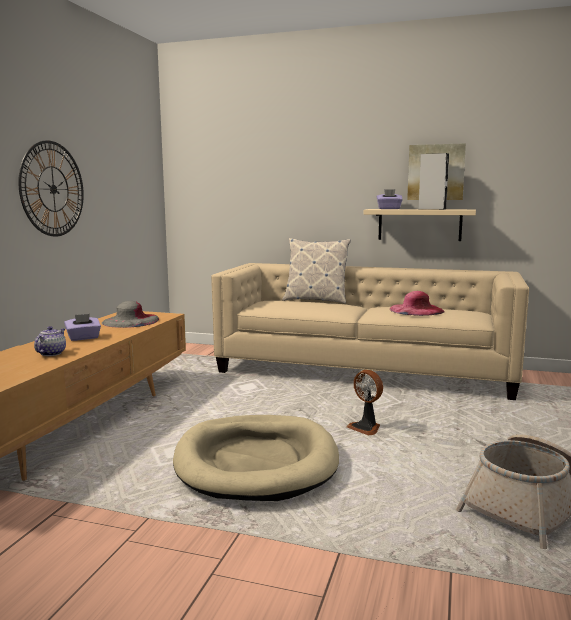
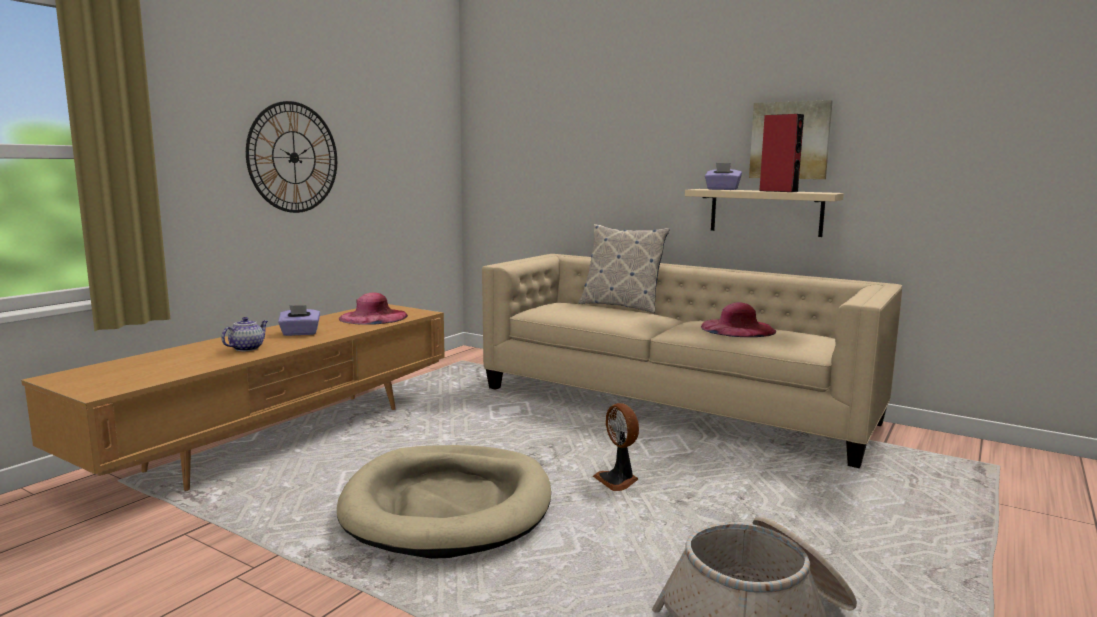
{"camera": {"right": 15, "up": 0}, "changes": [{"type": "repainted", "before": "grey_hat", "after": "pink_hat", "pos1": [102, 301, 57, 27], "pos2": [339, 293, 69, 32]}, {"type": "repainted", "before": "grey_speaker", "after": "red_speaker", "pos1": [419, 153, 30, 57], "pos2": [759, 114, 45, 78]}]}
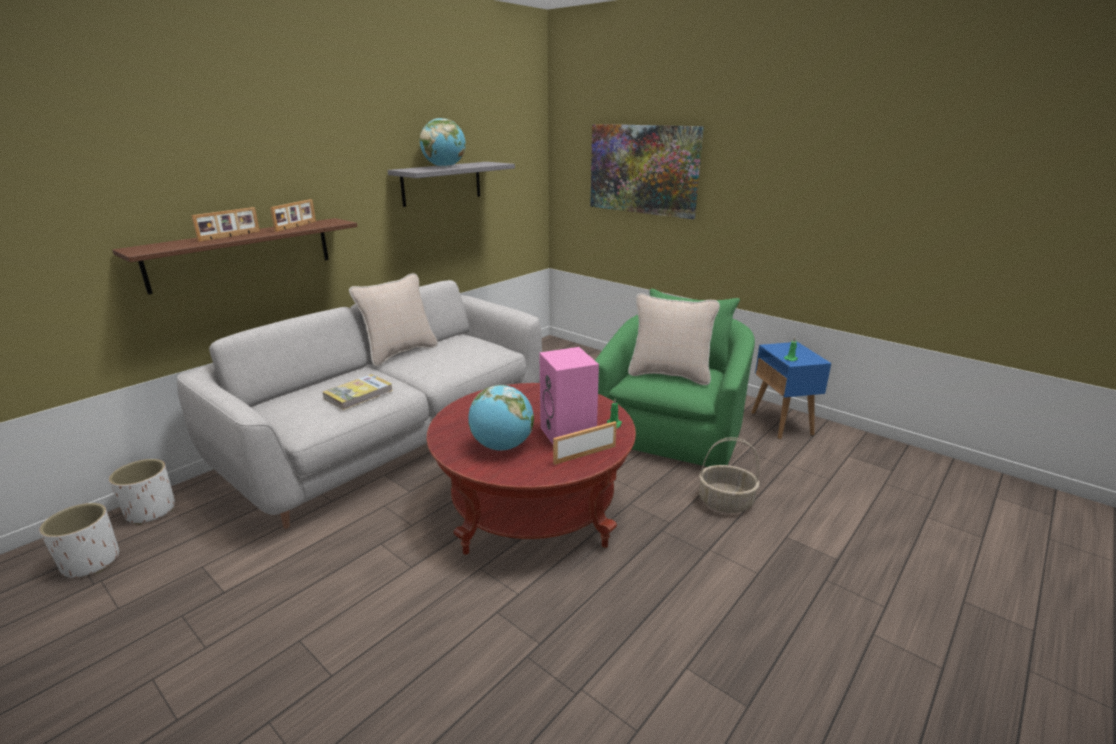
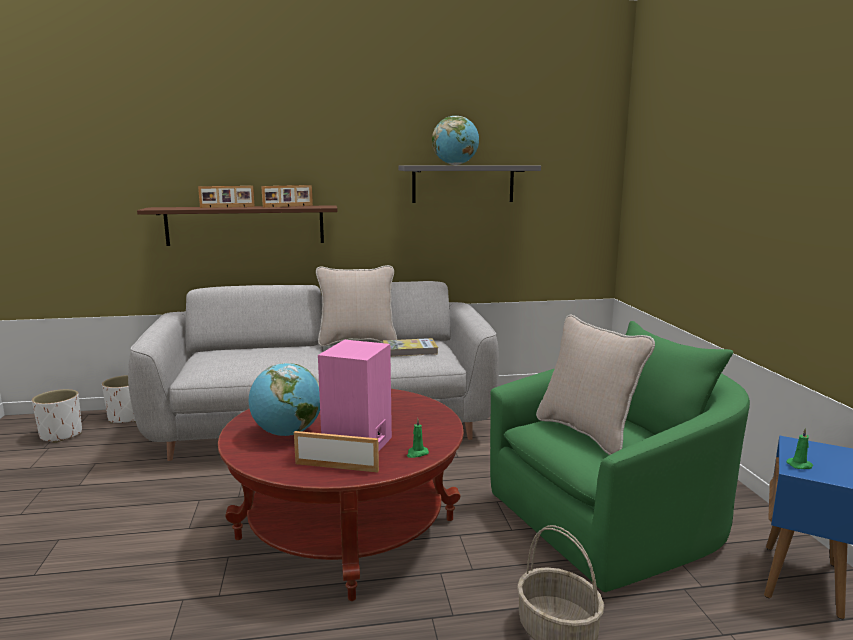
{"camera": {"right": 40, "up": -10}, "changes": [{"type": "gone", "before": "picture", "pos1": [590, 124, 114, 95]}, {"type": "shifted", "before": "book", "pos1": [323, 374, 70, 36], "pos2": [383, 338, 55, 19]}]}
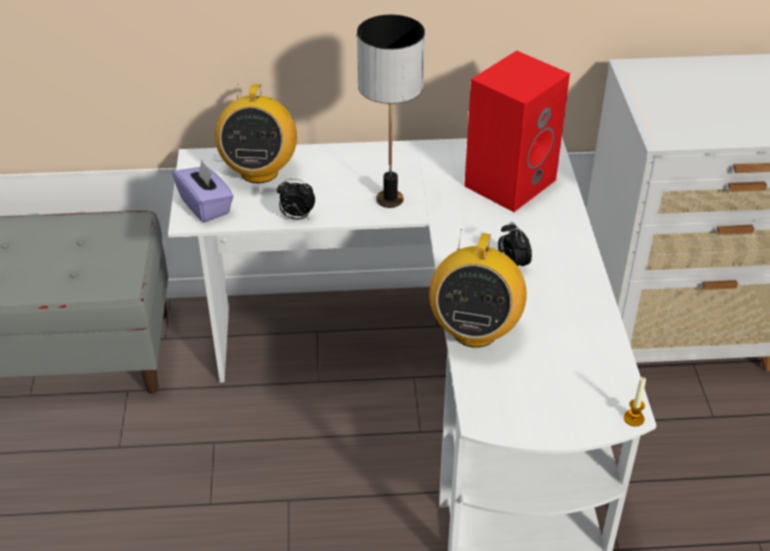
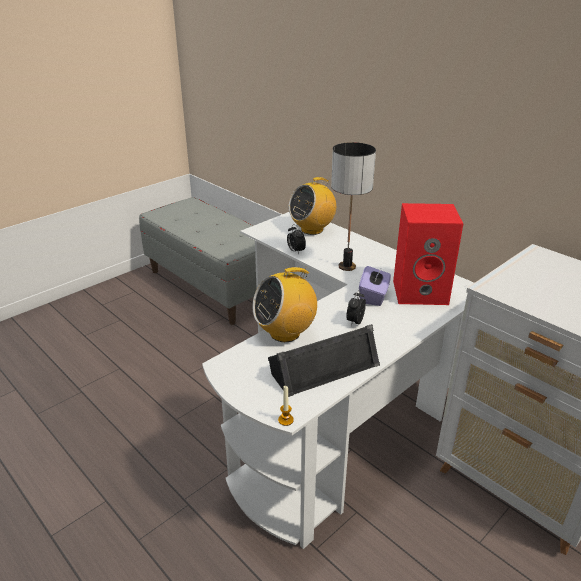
{"camera": {"right": 50, "up": -10}, "changes": [{"type": "new", "after": "black_speaker", "pos2": [268, 324, 112, 73]}, {"type": "shifted", "before": "purple_tissue_box", "pos1": [173, 160, 61, 63], "pos2": [359, 266, 32, 40]}]}
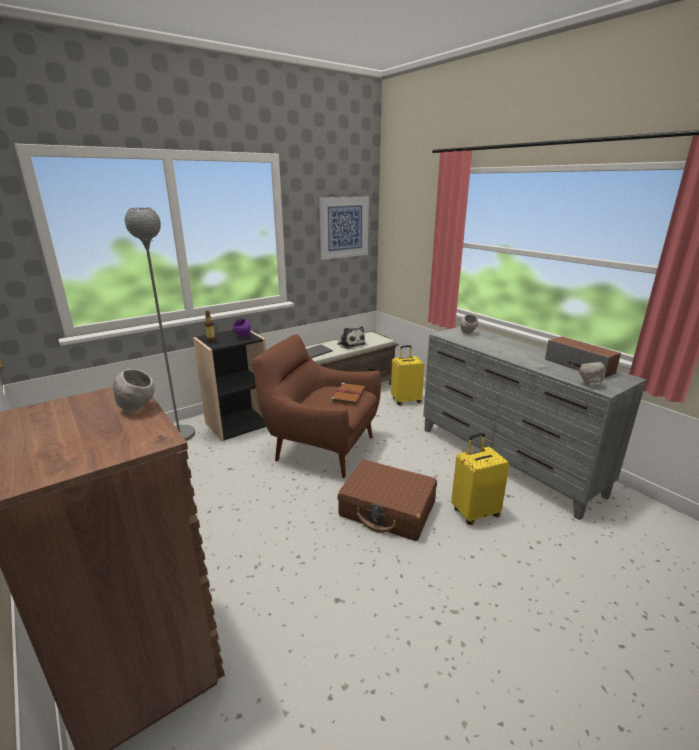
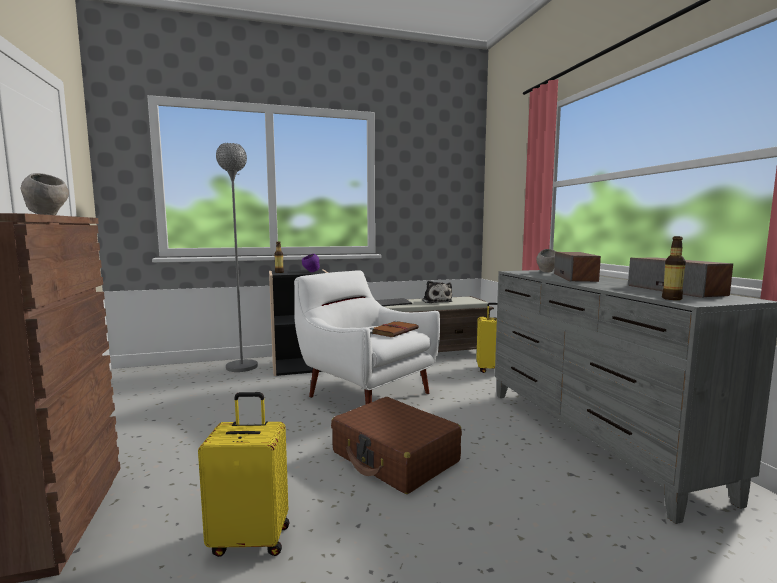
{"camera": {"right": 20, "up": -15}, "changes": [{"type": "gone", "before": "picture", "pos1": [319, 197, 50, 63]}, {"type": "new", "after": "speaker", "pos2": [554, 252, 47, 30]}, {"type": "shifted", "before": "yellow_suitcase", "pos1": [451, 433, 59, 92], "pos2": [198, 392, 91, 165]}, {"type": "swapped", "before": "grey_bowl", "after": "bottle", "pos1": [579, 362, 27, 23], "pos2": [662, 236, 24, 64]}, {"type": "repainted", "before": "brown_armchair", "after": "white_armchair", "pos1": [252, 334, 129, 144], "pos2": [294, 270, 146, 134]}]}
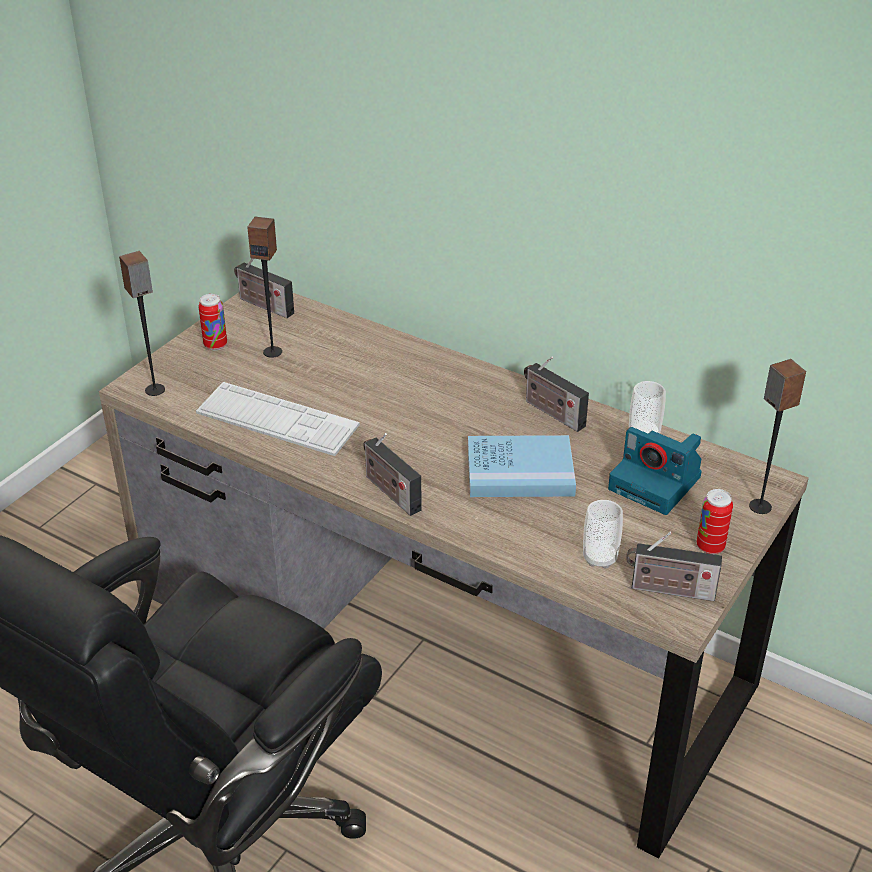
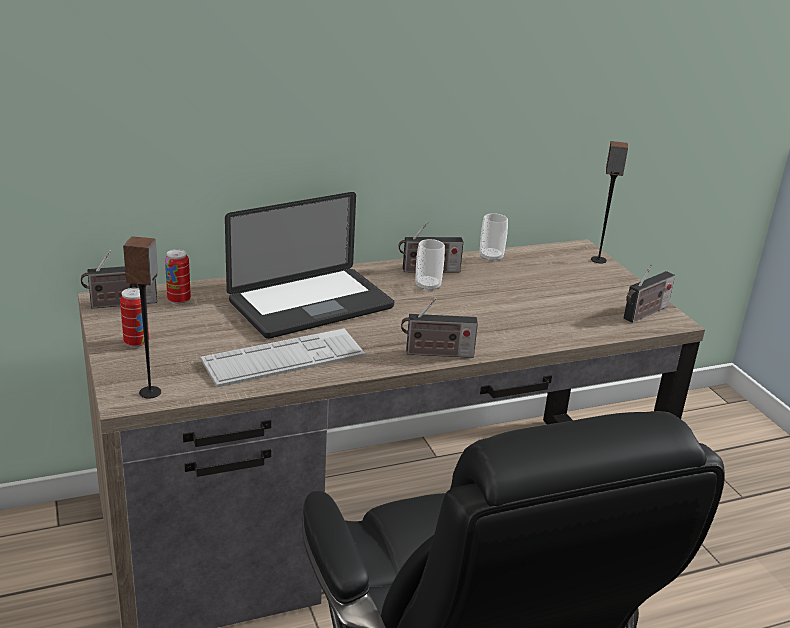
{"camera": {"right": -55, "up": -10}, "changes": [{"type": "gone", "before": "speaker", "pos1": [247, 217, 35, 141]}, {"type": "gone", "before": "blue_book", "pos1": [468, 435, 108, 62]}, {"type": "gone", "before": "photo_camera", "pos1": [608, 427, 94, 88]}, {"type": "new", "after": "laptop", "pos2": [225, 192, 169, 147]}, {"type": "shifted", "before": "cup", "pos1": [583, 500, 40, 69], "pos2": [416, 239, 29, 53]}, {"type": "shifted", "before": "can", "pos1": [697, 489, 36, 65], "pos2": [165, 249, 26, 56]}]}
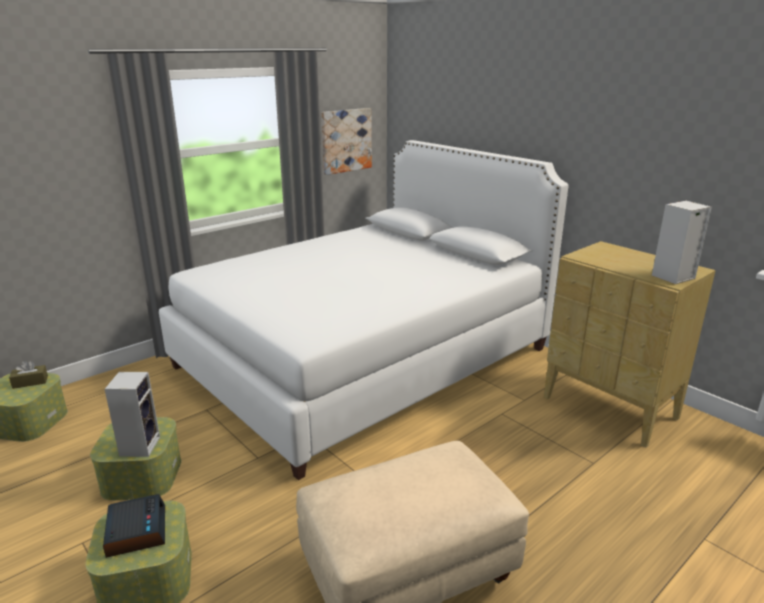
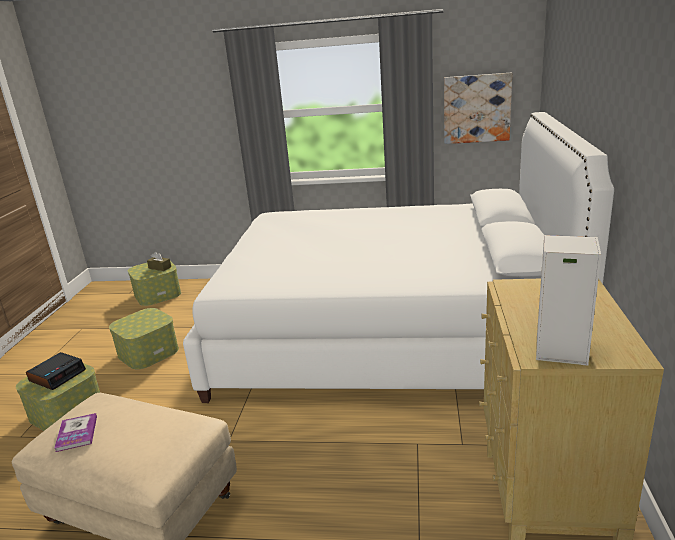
{"camera": {"right": 50, "up": 0}, "changes": [{"type": "gone", "before": "speaker", "pos1": [105, 372, 55, 85]}, {"type": "new", "after": "book", "pos2": [54, 413, 43, 39]}]}
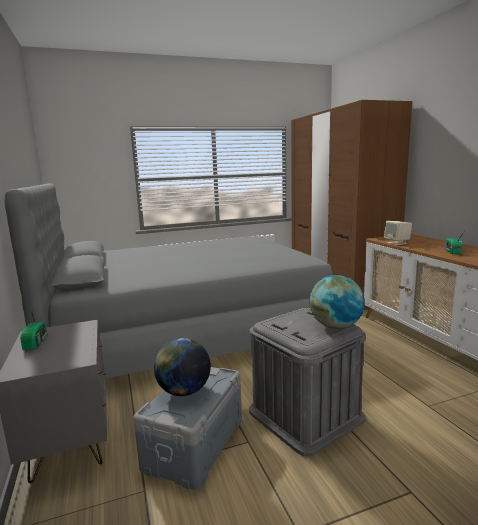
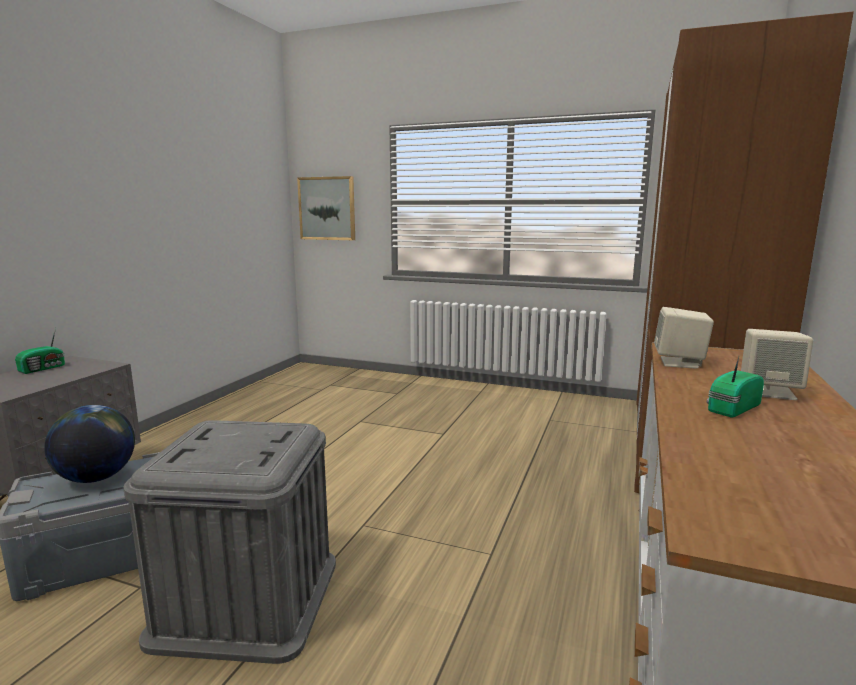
{"camera": {"right": 40, "up": 0}, "changes": [{"type": "gone", "before": "grey_bed", "pos1": [4, 183, 329, 196]}, {"type": "gone", "before": "globe", "pos1": [309, 275, 56, 54]}, {"type": "new", "after": "picture", "pos2": [297, 176, 58, 64]}, {"type": "new", "after": "beige_speaker", "pos2": [741, 329, 72, 71]}]}
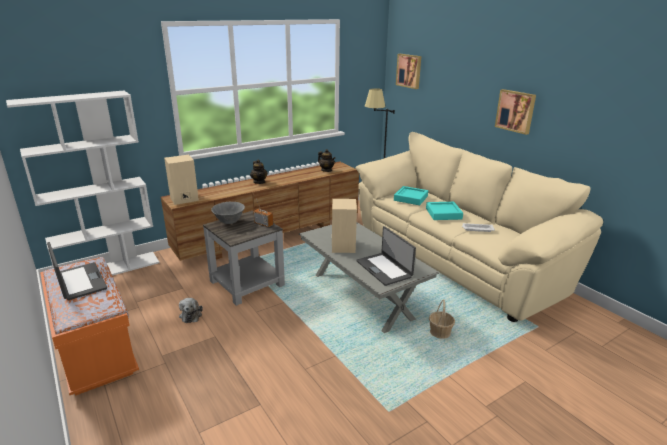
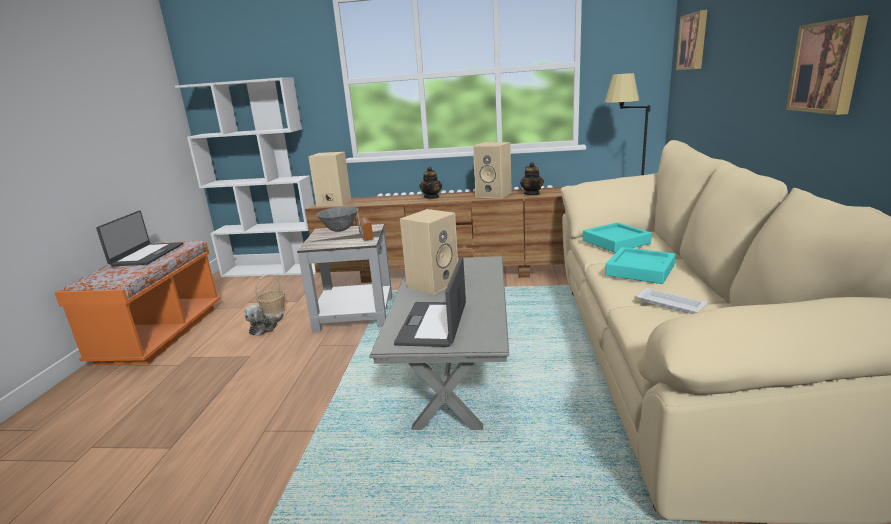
{"camera": {"right": 40, "up": -5}, "changes": [{"type": "new", "after": "beige_speaker", "pos2": [473, 142, 39, 57]}, {"type": "shifted", "before": "basket", "pos1": [429, 299, 26, 40], "pos2": [255, 274, 30, 42]}]}
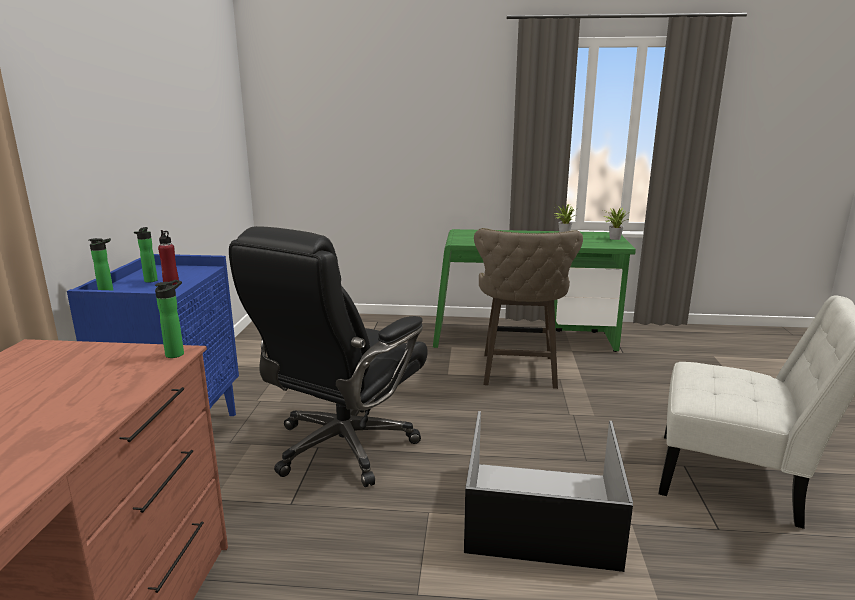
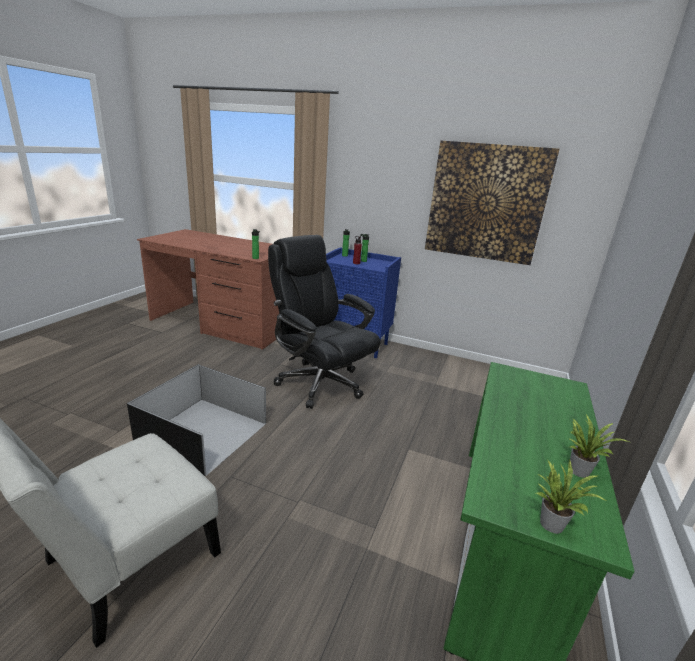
{"camera": {"right": 105, "up": 5}, "changes": [{"type": "gone", "before": "beige_stool", "pos1": [474, 228, 109, 161]}, {"type": "new", "after": "picture", "pos2": [425, 141, 134, 124]}]}
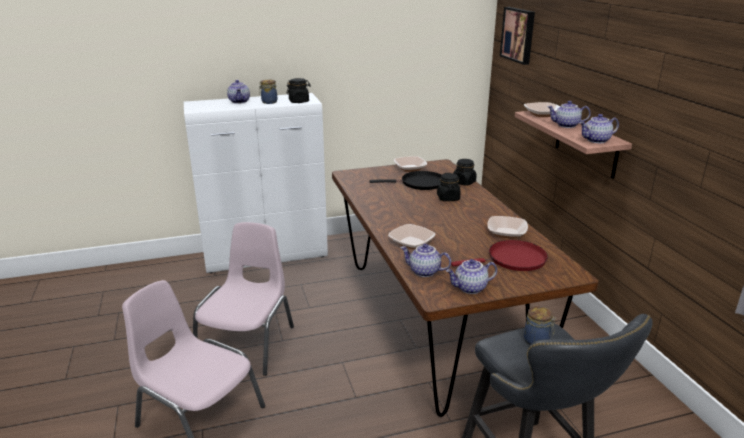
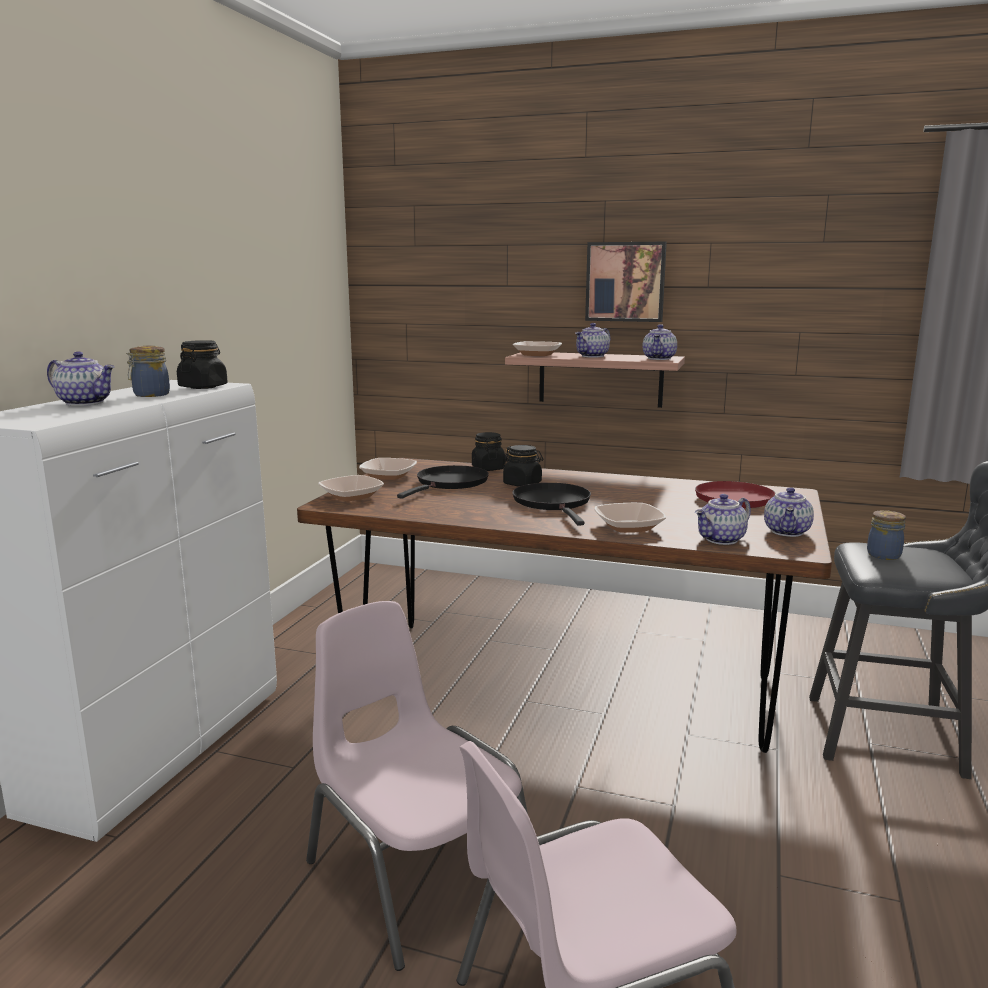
{"camera": {"right": -55, "up": -10}, "changes": [{"type": "new", "after": "black_frying_pan", "pos2": [512, 483, 79, 43]}, {"type": "shifted", "before": "bowl", "pos1": [487, 216, 41, 22], "pos2": [318, 475, 66, 26]}, {"type": "shifted", "before": "picture", "pos1": [500, 7, 35, 58], "pos2": [585, 242, 82, 80]}]}
